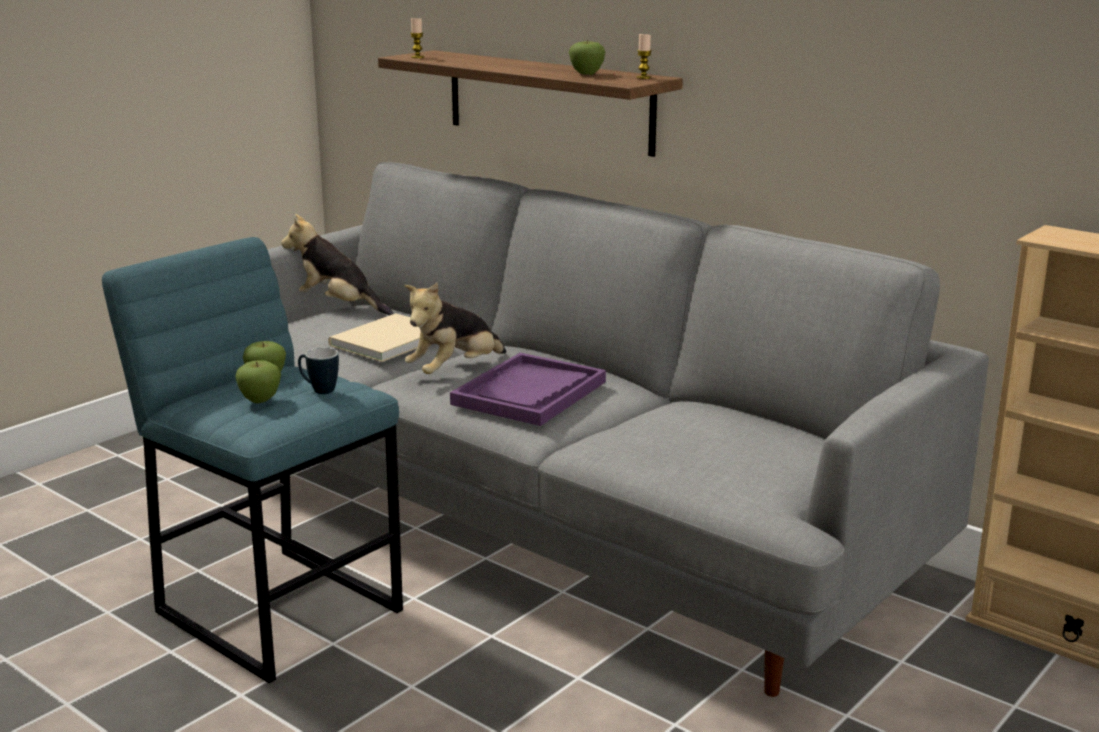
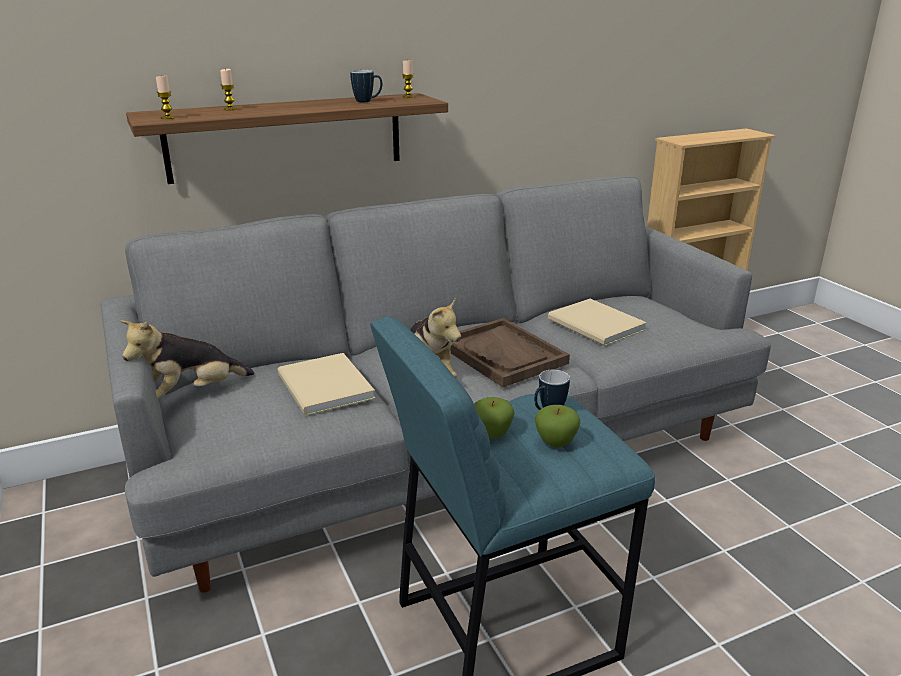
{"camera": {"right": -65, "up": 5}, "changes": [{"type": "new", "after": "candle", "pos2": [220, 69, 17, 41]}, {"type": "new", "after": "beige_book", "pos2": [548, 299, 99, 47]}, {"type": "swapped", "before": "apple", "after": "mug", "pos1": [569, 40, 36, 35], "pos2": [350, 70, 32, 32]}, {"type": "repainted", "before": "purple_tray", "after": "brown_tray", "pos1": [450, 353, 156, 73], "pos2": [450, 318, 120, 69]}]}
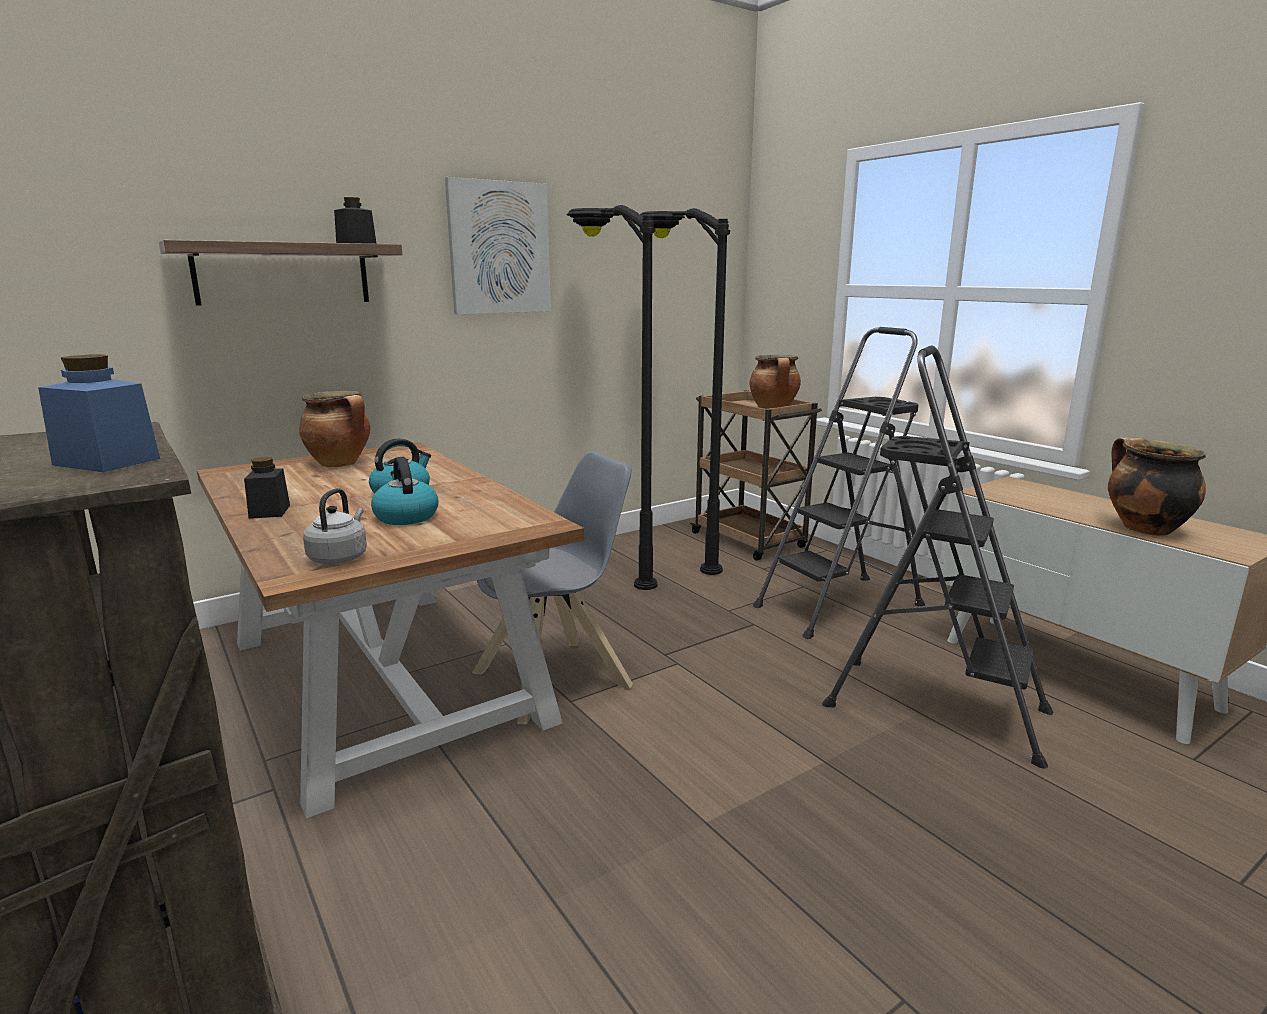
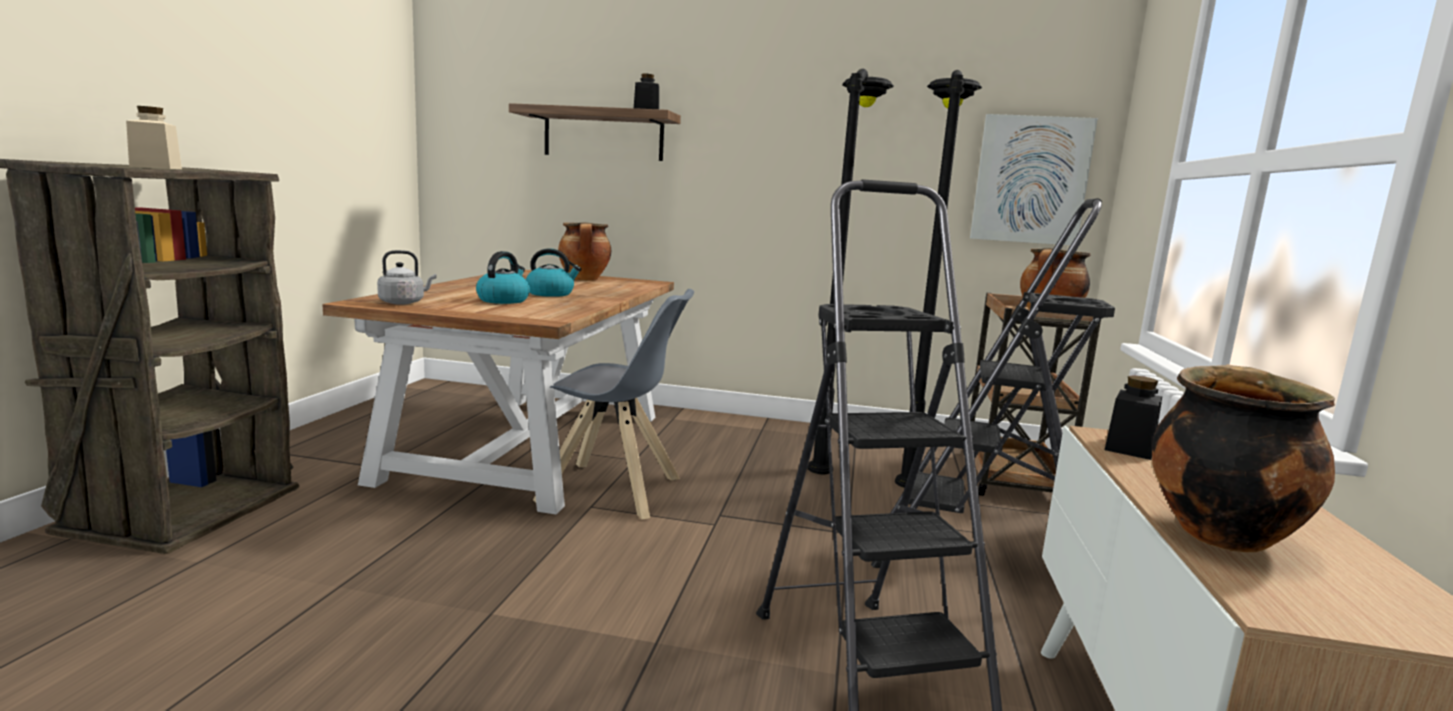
{"camera": {"right": 45, "up": -5}, "changes": [{"type": "shifted", "before": "black_jar", "pos1": [244, 457, 46, 62], "pos2": [1105, 375, 57, 85]}, {"type": "shifted", "before": "picture", "pos1": [445, 177, 106, 137], "pos2": [970, 114, 128, 131]}, {"type": "repainted", "before": "blue_jar", "after": "beige_jar", "pos1": [38, 355, 122, 117], "pos2": [126, 106, 56, 63]}]}
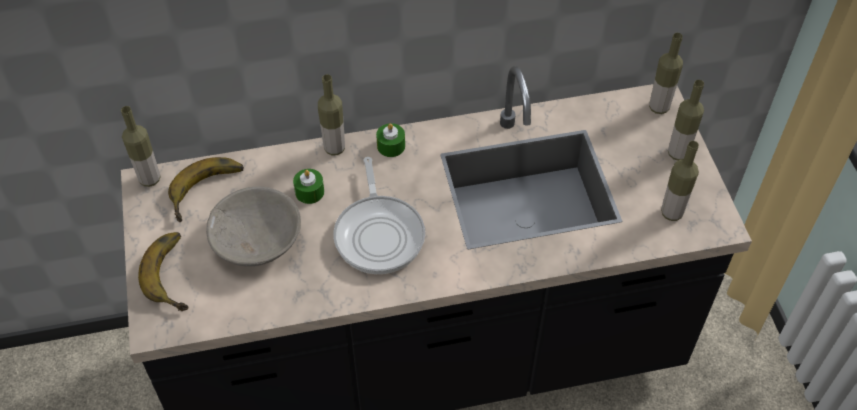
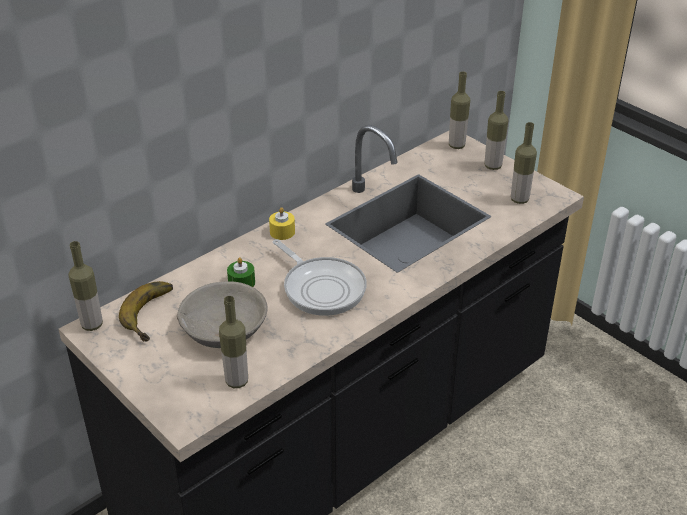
{"camera": {"right": -30, "up": -15}, "changes": [{"type": "gone", "before": "banana", "pos1": [138, 232, 50, 79]}, {"type": "shifted", "before": "bottle", "pos1": [318, 74, 27, 81], "pos2": [219, 296, 29, 92]}, {"type": "repainted", "before": "green_candle", "after": "yellow_candle", "pos1": [376, 123, 29, 34], "pos2": [269, 207, 26, 33]}]}
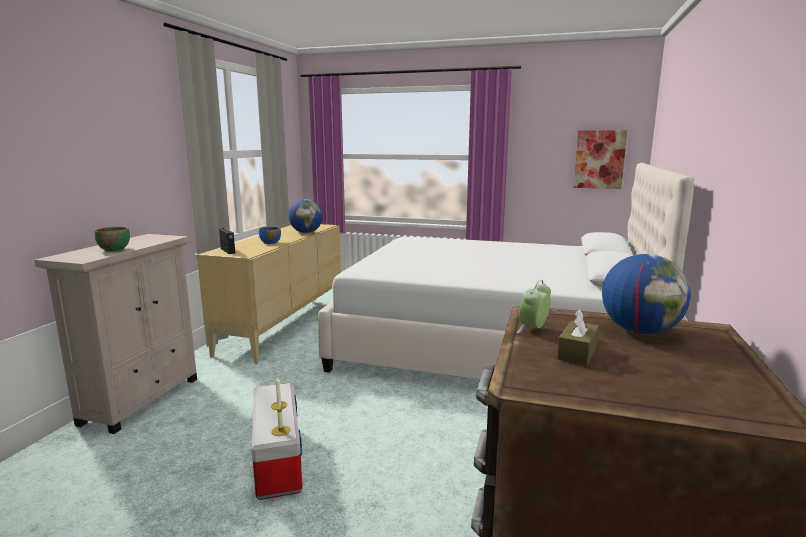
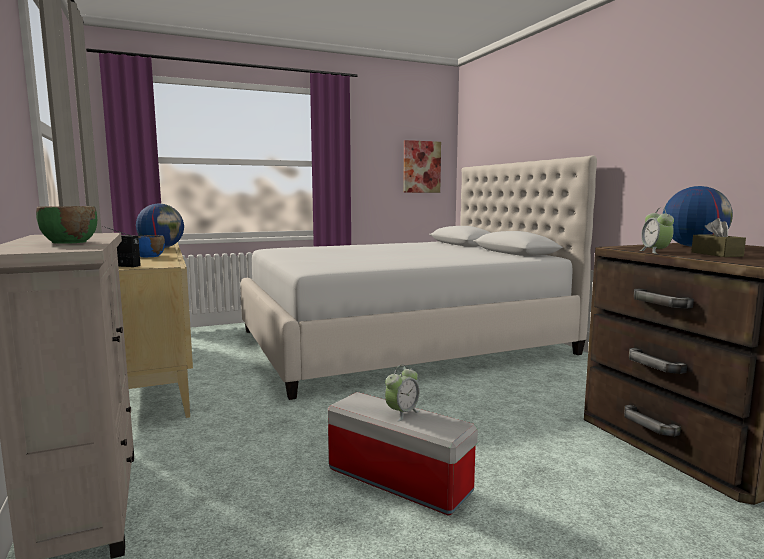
{"camera": {"right": -40, "up": -5}, "changes": [{"type": "gone", "before": "candle", "pos1": [271, 377, 19, 59]}, {"type": "new", "after": "alarm_clock", "pos2": [385, 365, 35, 57]}]}
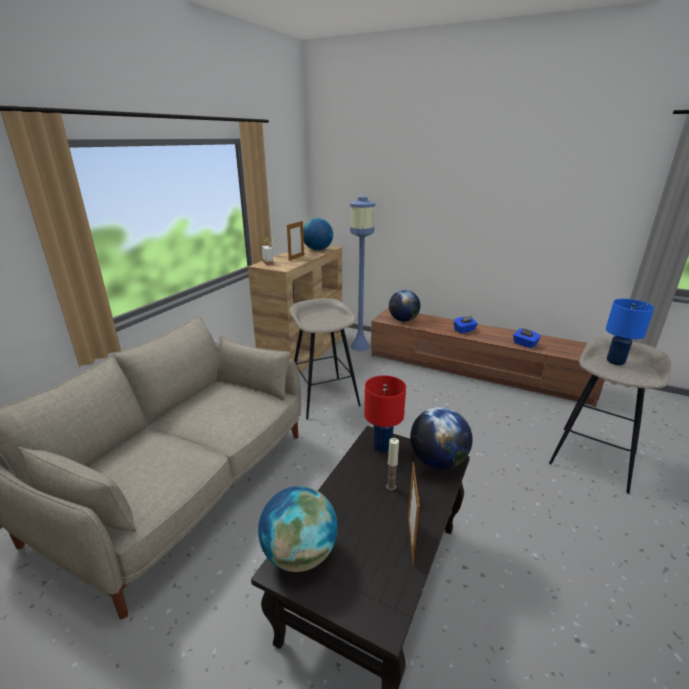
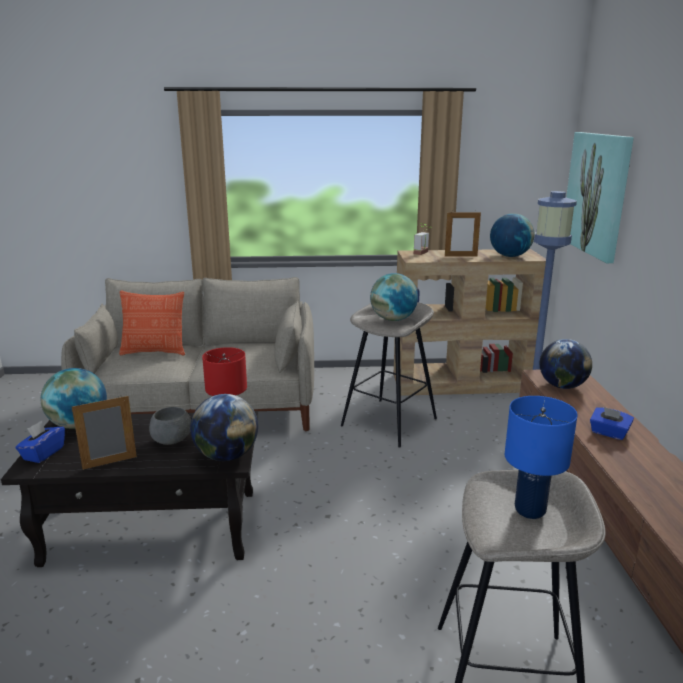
{"camera": {"right": 60, "up": -5}, "changes": [{"type": "new", "after": "orange_pillow", "pos2": [119, 290, 66, 65]}, {"type": "new", "after": "globe", "pos2": [370, 273, 48, 48]}, {"type": "new", "after": "picture", "pos2": [566, 132, 68, 131]}, {"type": "shifted", "before": "blue_tissue_box", "pos1": [513, 328, 28, 20], "pos2": [15, 420, 50, 43]}, {"type": "swapped", "before": "candle", "after": "grey_bowl", "pos1": [386, 438, 13, 53], "pos2": [149, 407, 42, 38]}]}
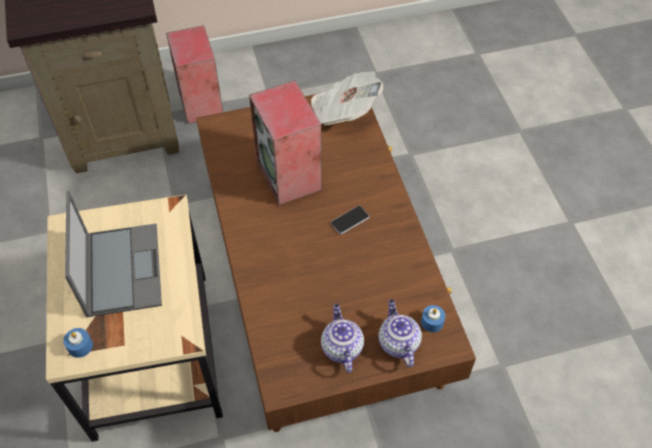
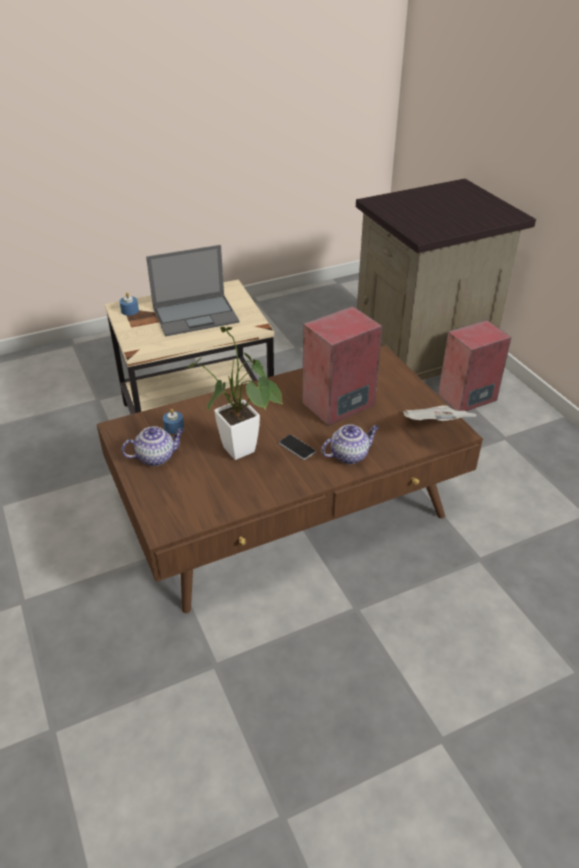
{"camera": {"right": 80, "up": -15}, "changes": [{"type": "new", "after": "potted_plant", "pos2": [187, 327, 96, 133]}, {"type": "shifted", "before": "teapot", "pos1": [378, 299, 44, 68], "pos2": [321, 424, 58, 40]}, {"type": "shifted", "before": "blue_candle", "pos1": [421, 305, 24, 27], "pos2": [163, 409, 21, 25]}]}
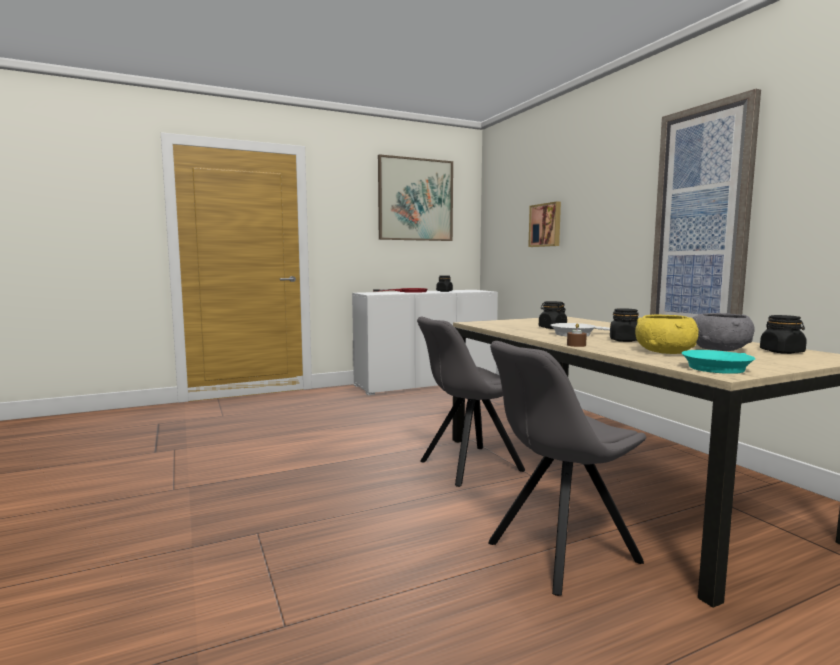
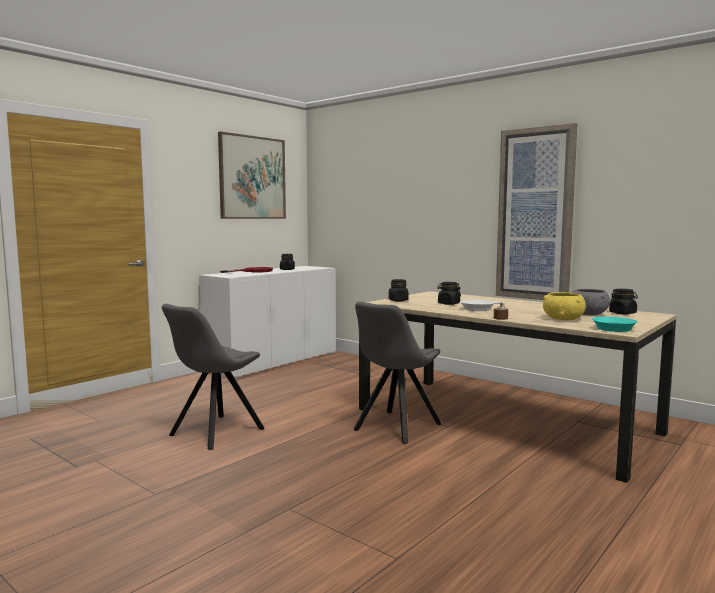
{"camera": {"right": -25, "up": 0}, "changes": [{"type": "gone", "before": "picture", "pos1": [528, 201, 33, 46]}, {"type": "shifted", "before": "grey_chair", "pos1": [488, 341, 158, 255], "pos2": [162, 304, 102, 146]}, {"type": "shifted", "before": "black_jar", "pos1": [610, 308, 29, 34], "pos2": [389, 279, 20, 22]}]}
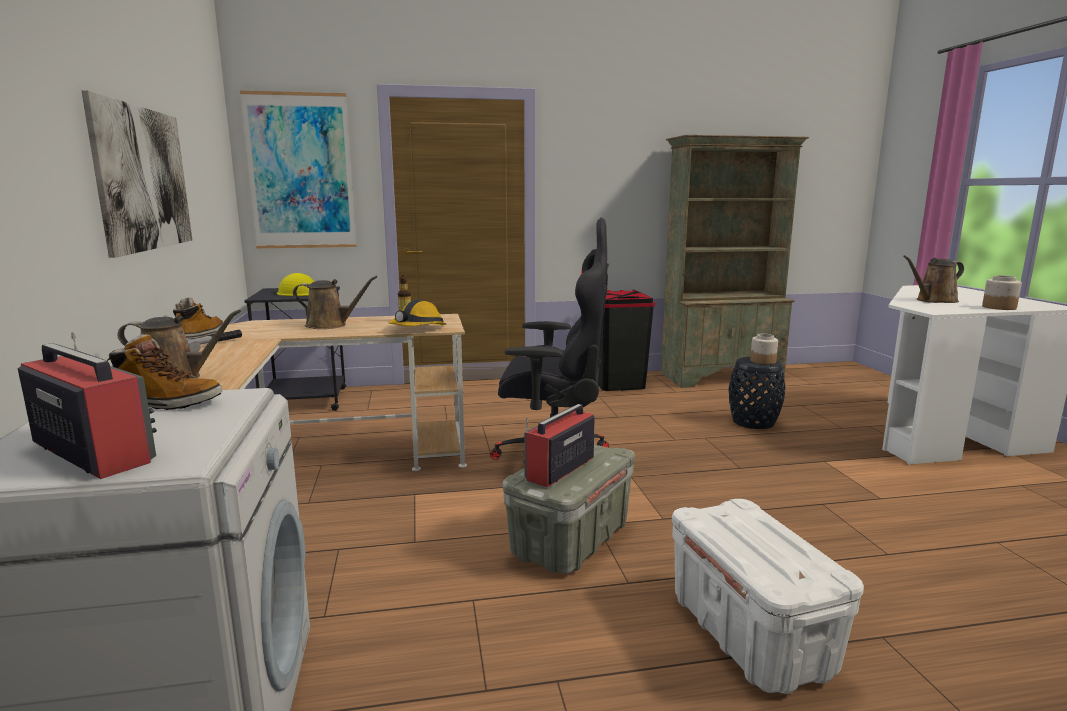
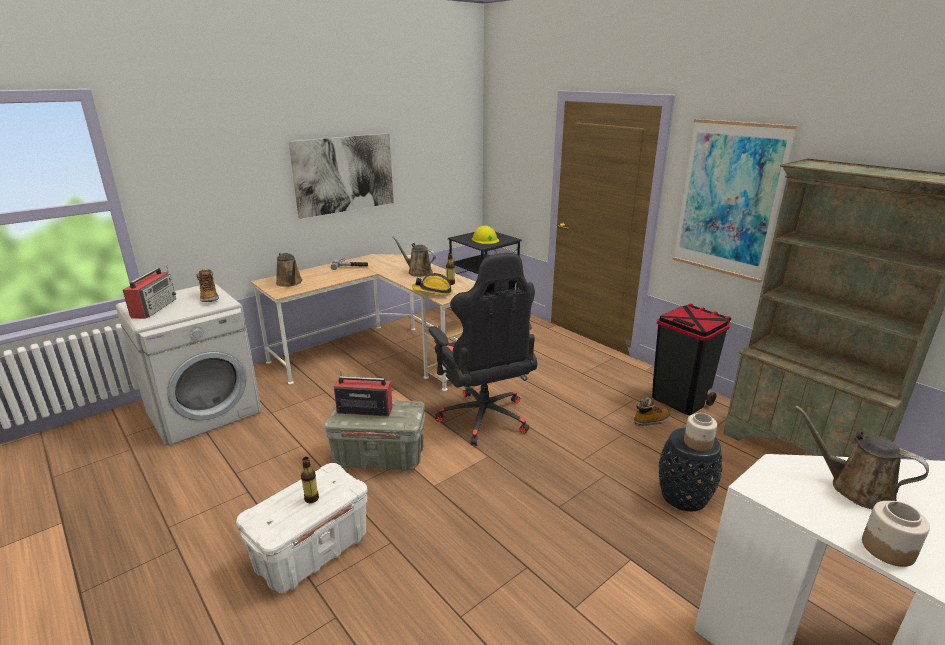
{"camera": {"right": 60, "up": 10}, "changes": [{"type": "new", "after": "bottle", "pos2": [301, 457, 18, 46]}, {"type": "shifted", "before": "boot", "pos1": [173, 297, 50, 42], "pos2": [634, 398, 37, 28]}, {"type": "shifted", "before": "picture", "pos1": [240, 91, 117, 157], "pos2": [673, 119, 124, 164]}, {"type": "rotated", "before": "brown_watering_can", "pos1": [293, 276, 84, 53], "pos2": [392, 237, 44, 40], "turn": 150}]}
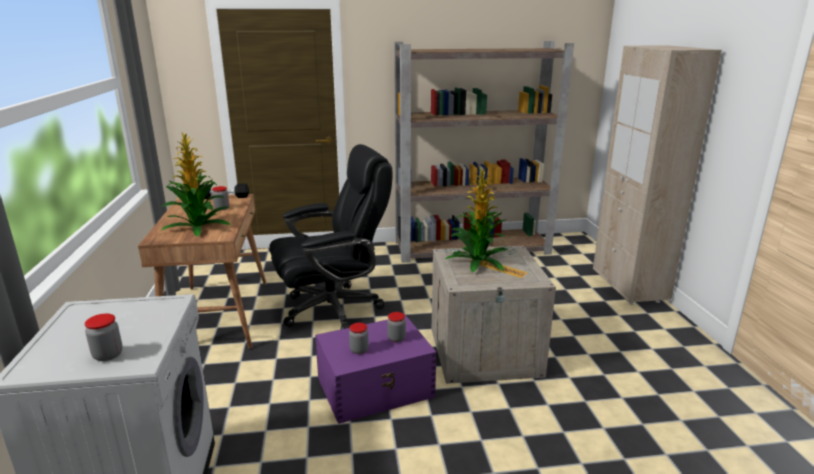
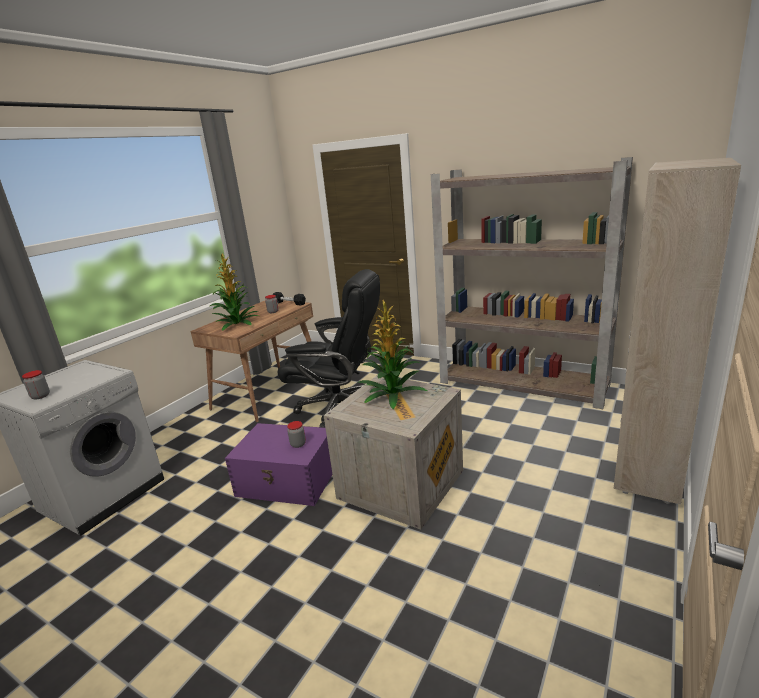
{"camera": {"right": 40, "up": 0}, "changes": [{"type": "gone", "before": "jar", "pos1": [349, 323, 20, 31]}]}
